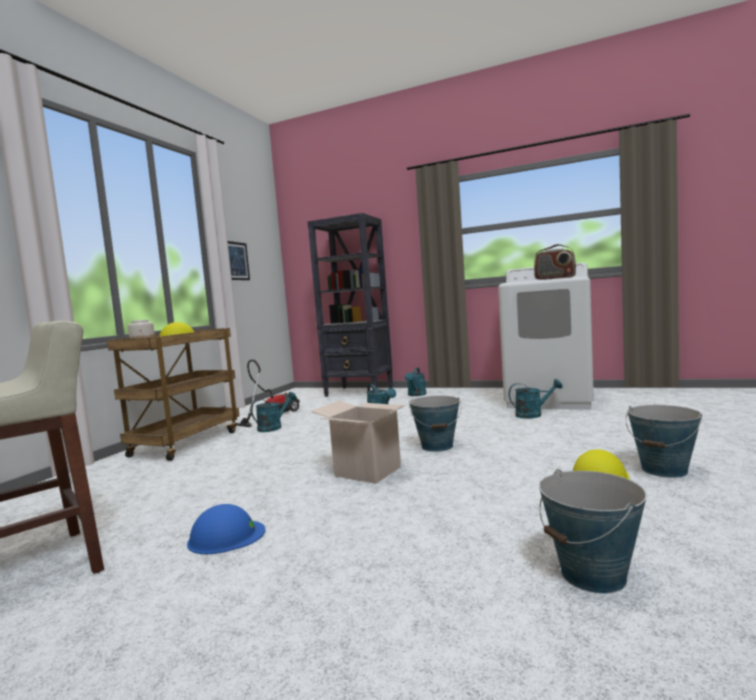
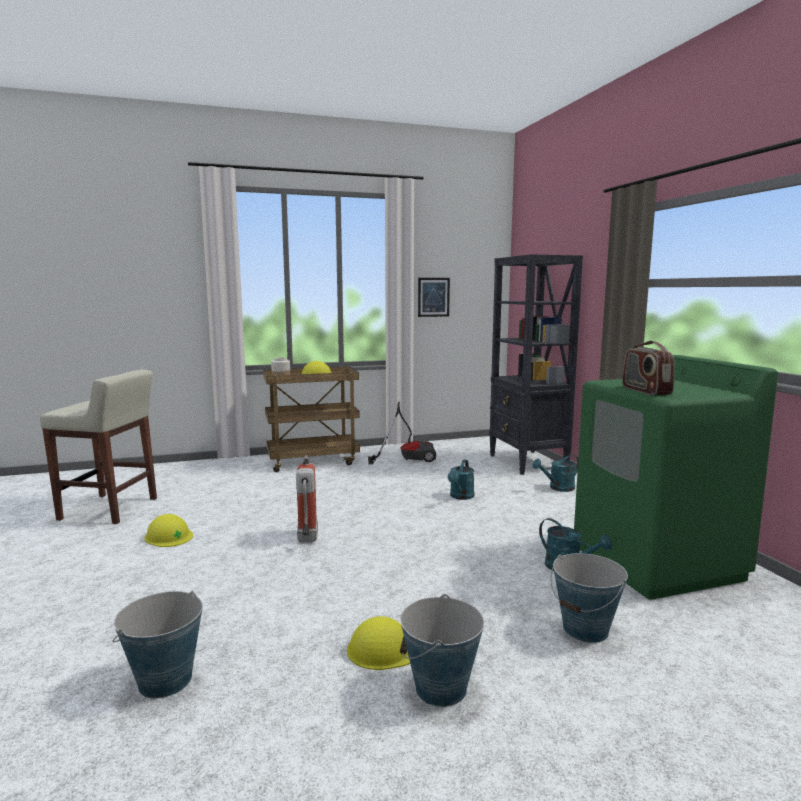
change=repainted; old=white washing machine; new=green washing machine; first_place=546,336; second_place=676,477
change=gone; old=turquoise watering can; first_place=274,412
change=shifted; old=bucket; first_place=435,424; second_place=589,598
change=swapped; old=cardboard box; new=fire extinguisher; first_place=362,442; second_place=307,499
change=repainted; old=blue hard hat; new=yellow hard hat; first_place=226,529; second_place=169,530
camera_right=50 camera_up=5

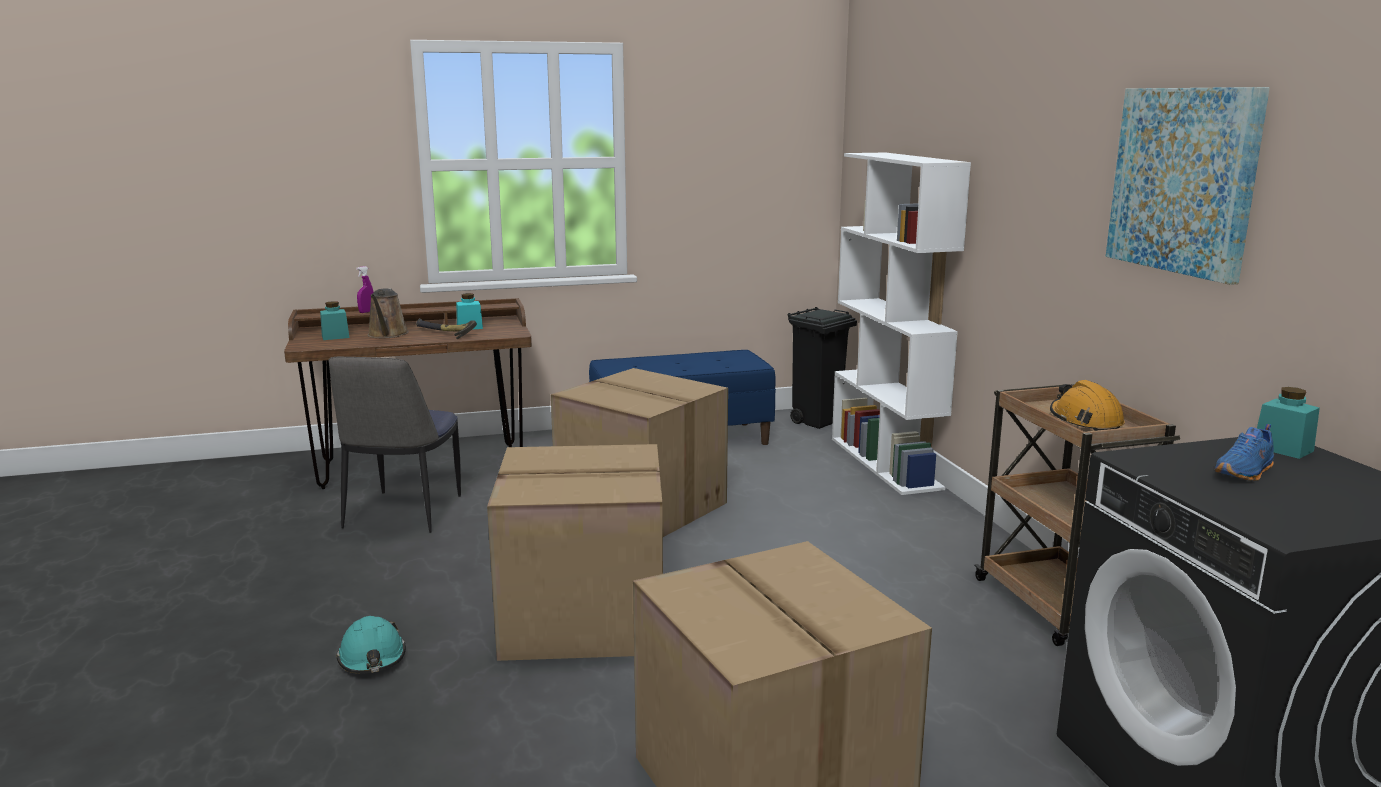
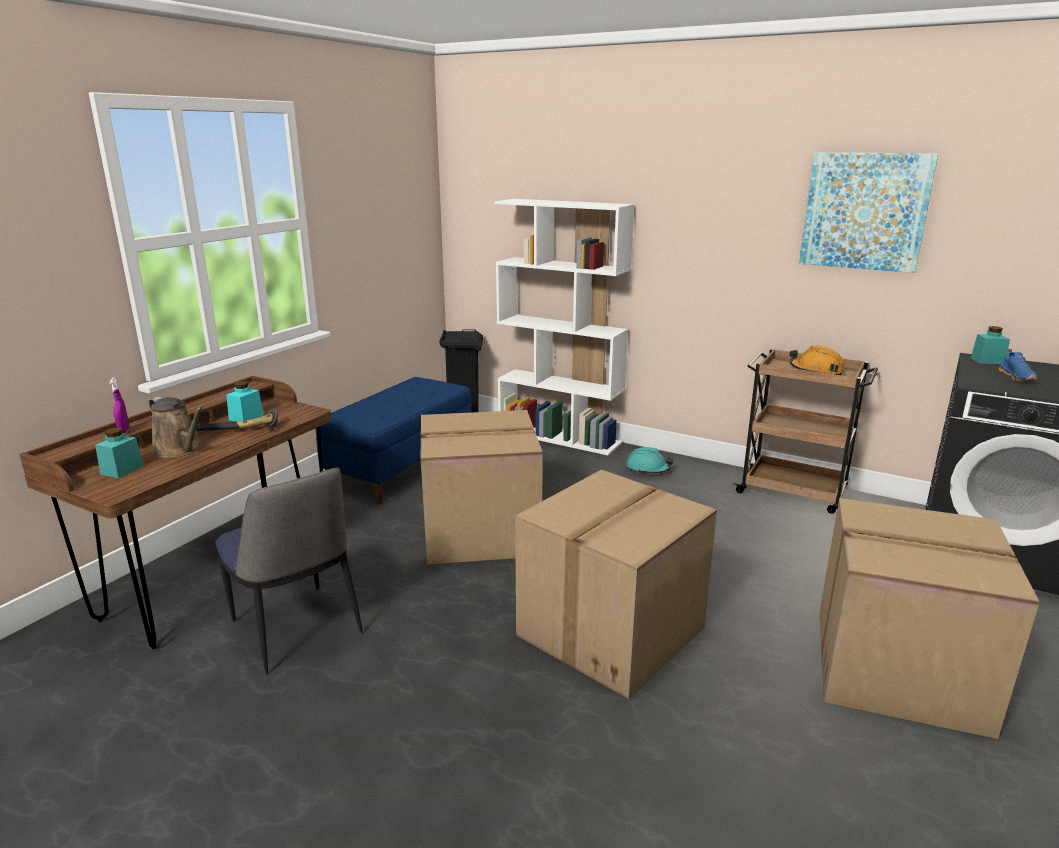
change=shifted; old=turquoise hard hat; first_place=371,645; second_place=650,460
camera_right=-45 camera_up=5

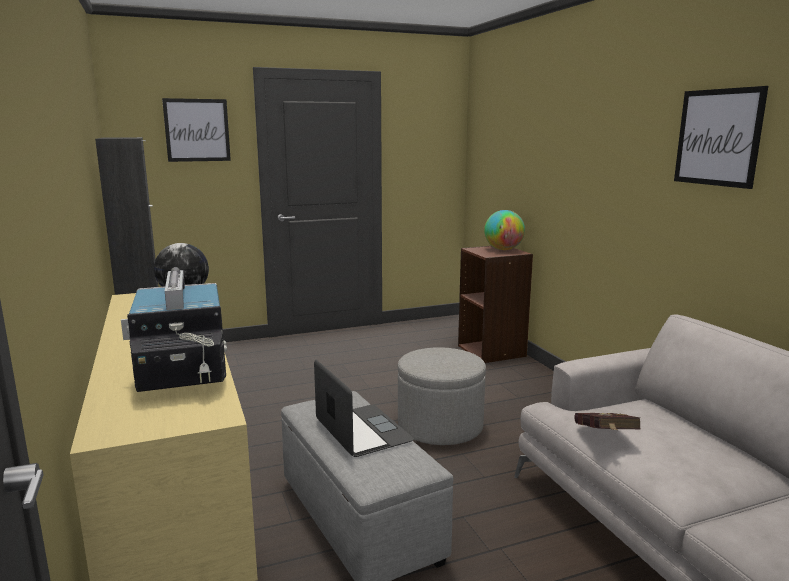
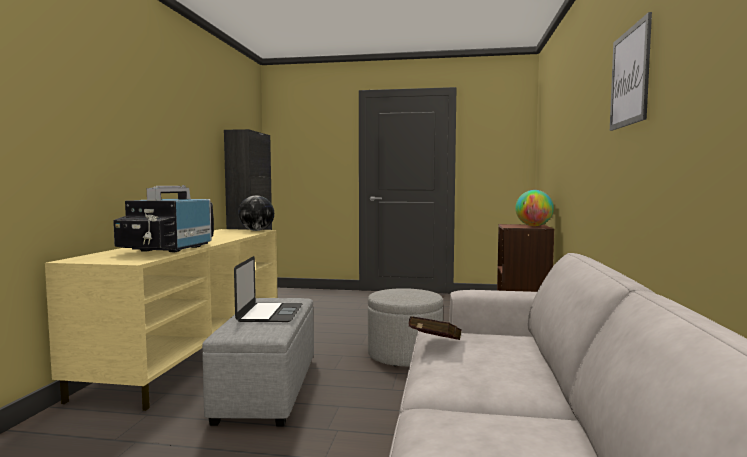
change=gone; old=picture; first_place=196,130
camera_right=30 camera_up=-10

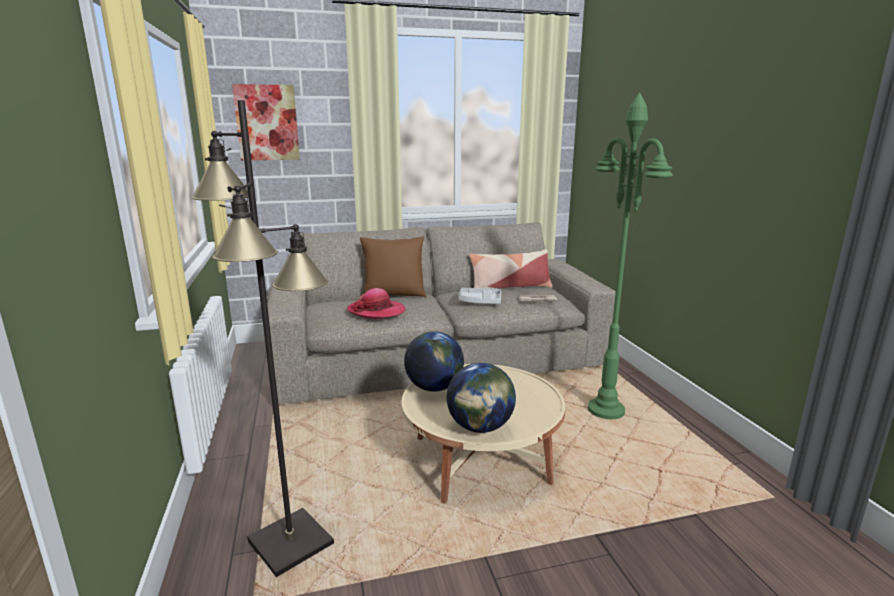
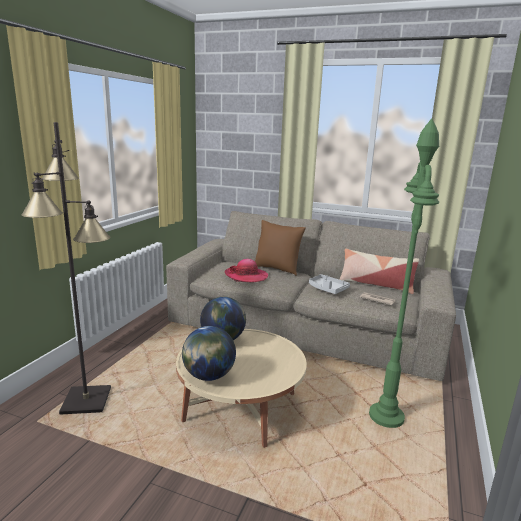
change=gone; old=picture; first_place=266,122
camera_right=35 camera_up=0

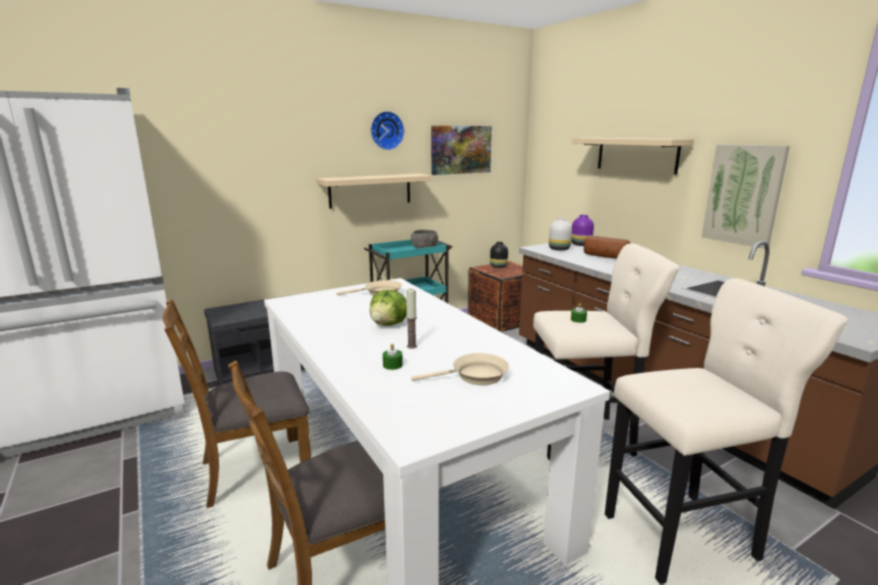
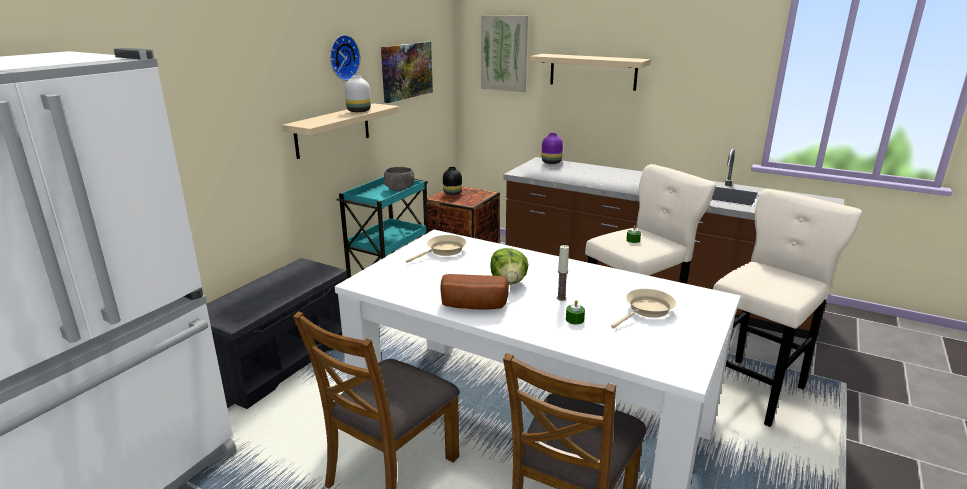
change=shifted; old=picture; first_place=746,196; second_place=504,53
change=shifted; old=white vase; first_place=560,234; second_place=358,93
change=shifted; old=bread; first_place=607,247; second_place=474,292
camera_right=-30 camera_up=5

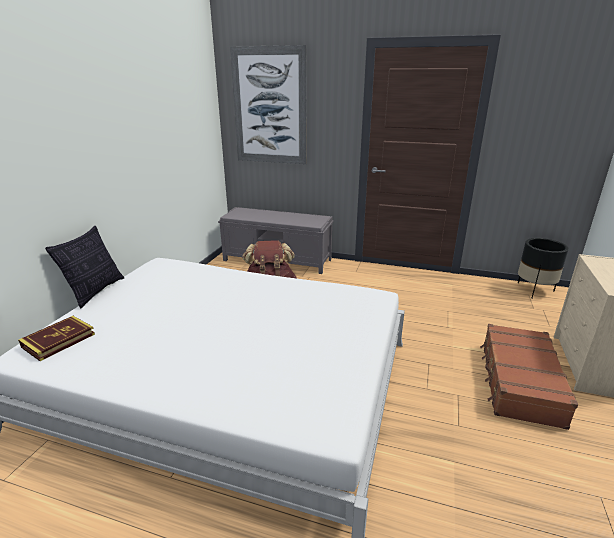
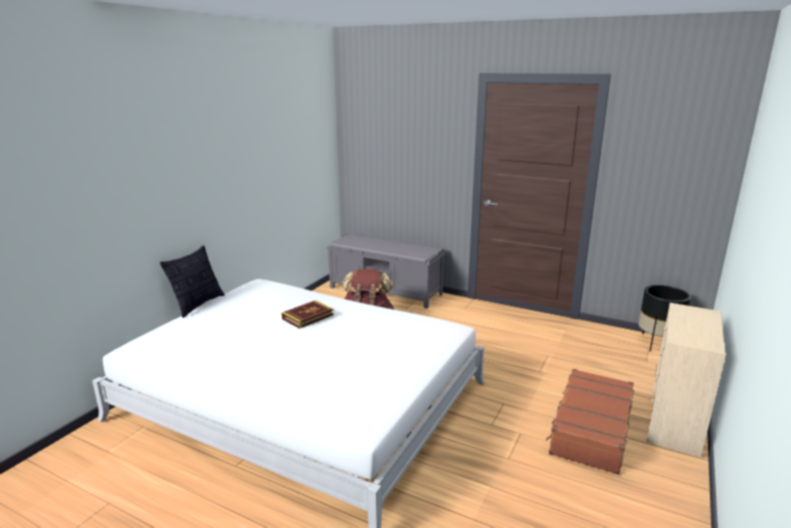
change=gone; old=picture; first_place=268,104
change=shifted; old=book; first_place=56,338; second_place=307,314
camera_right=10 camera_up=-5

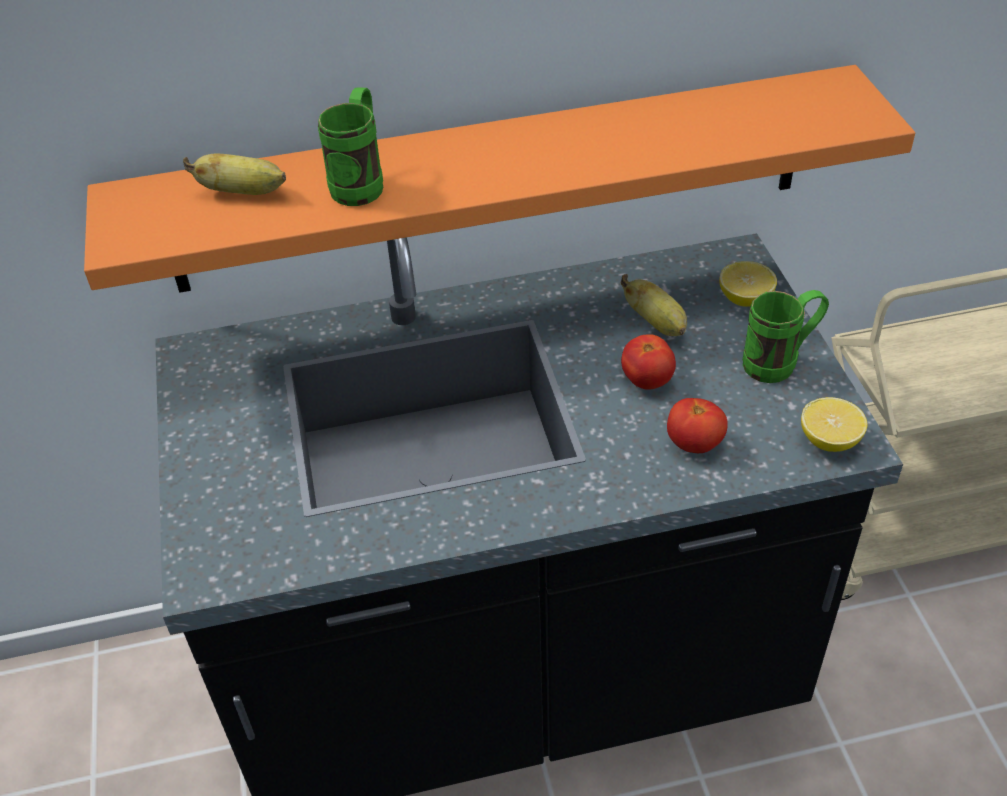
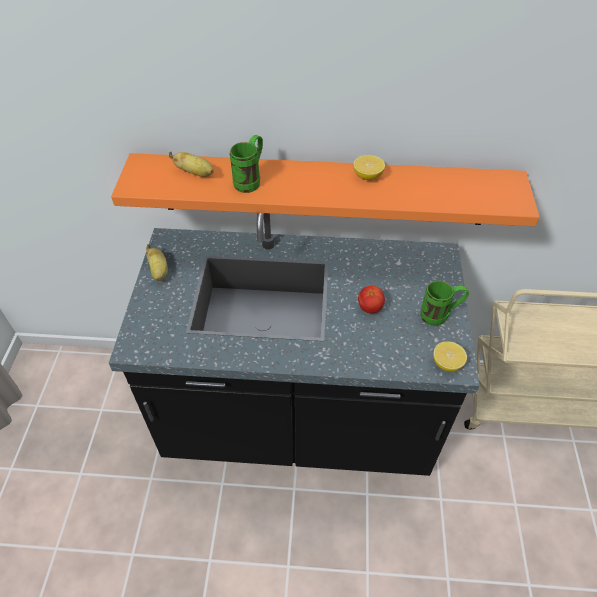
change=shifted; old=lemon; first_place=748,284; second_place=369,167
change=shifted; old=banana; first_place=654,305; second_place=157,263
change=gone; old=tomato; first_place=697,425
camera_right=15 camera_up=5

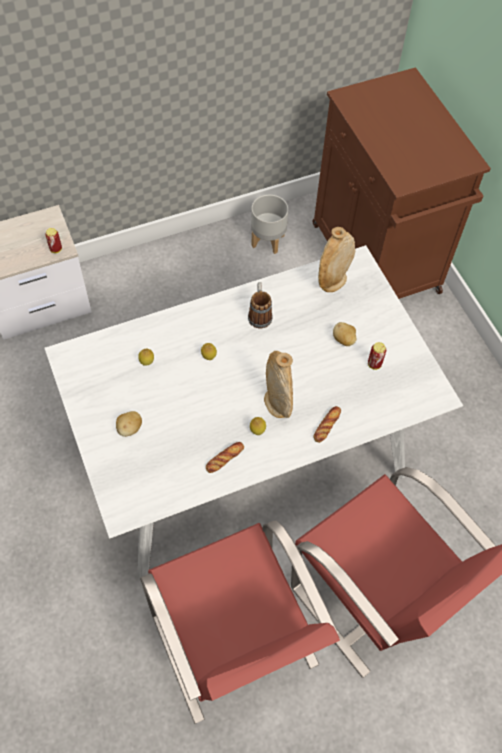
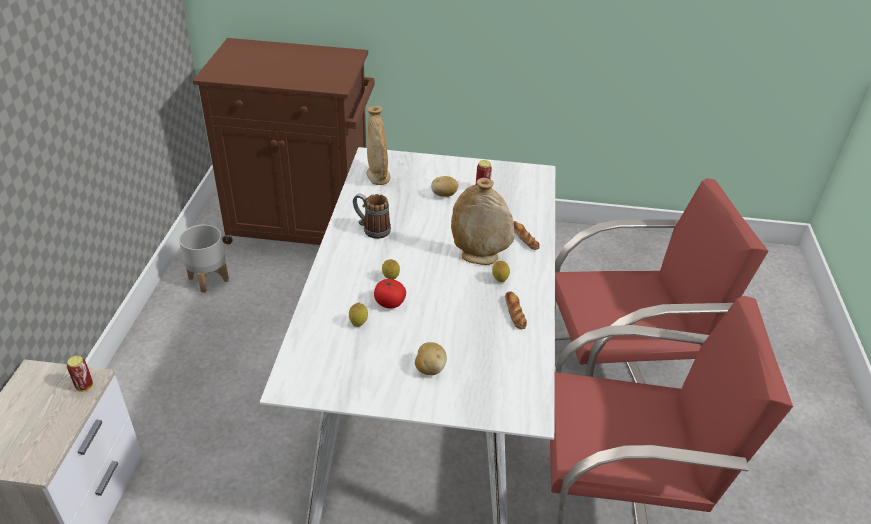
change=new; new=tomato; second_place=390,294
camera_right=-60 camera_up=-20

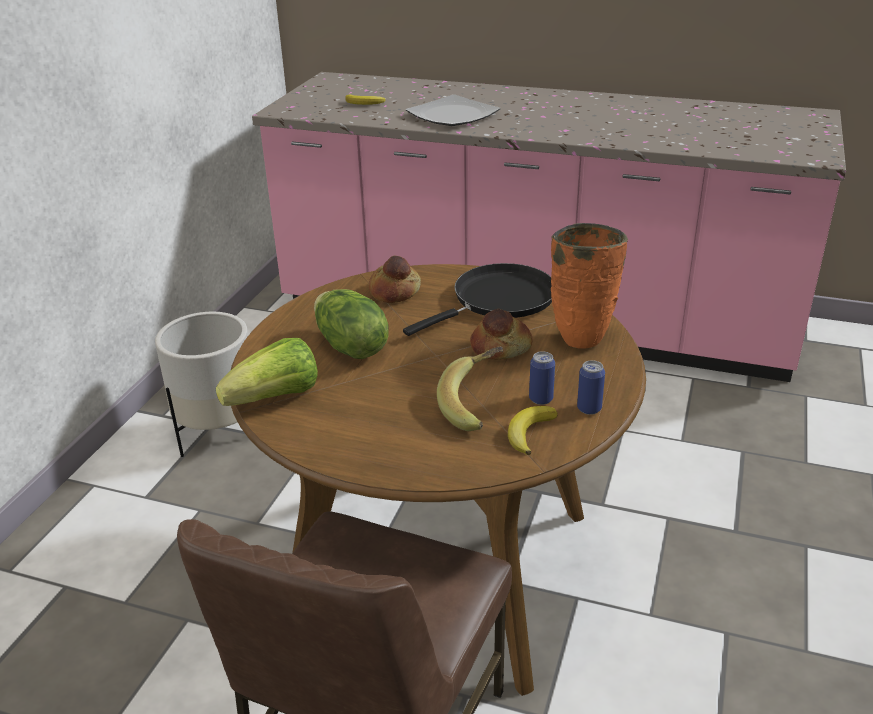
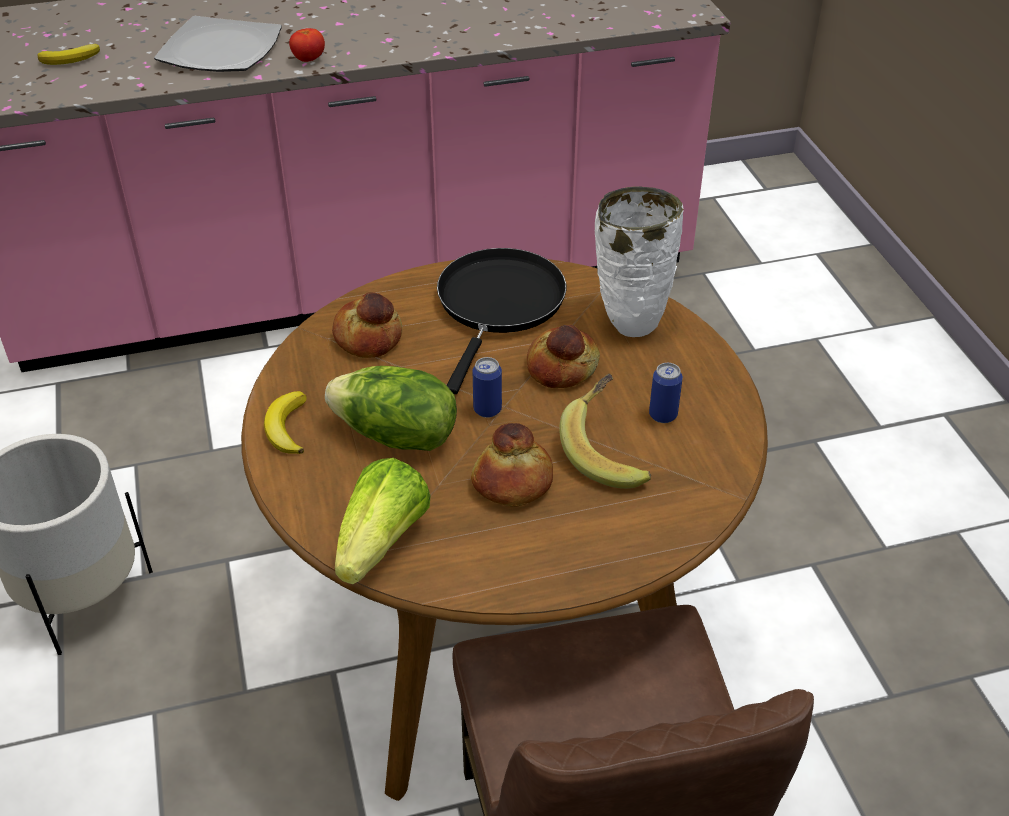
change=repainted; old=orange vase; new=white vase; first_place=589,286; second_place=639,261
change=shifted; old=can; first_place=591,387; second_place=487,387
change=shifted; old=banana; first_place=533,430; second_place=285,422
change=new; new=tomato; second_place=307,45
change=new; new=bread; second_place=512,465
camera_right=-35 camera_up=10

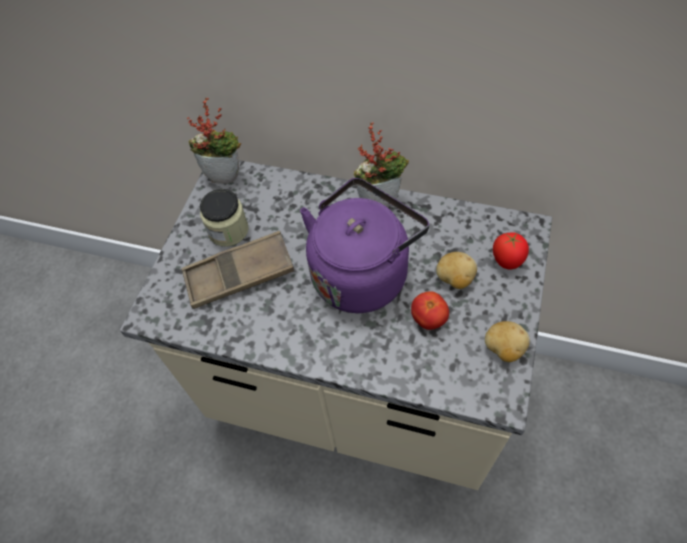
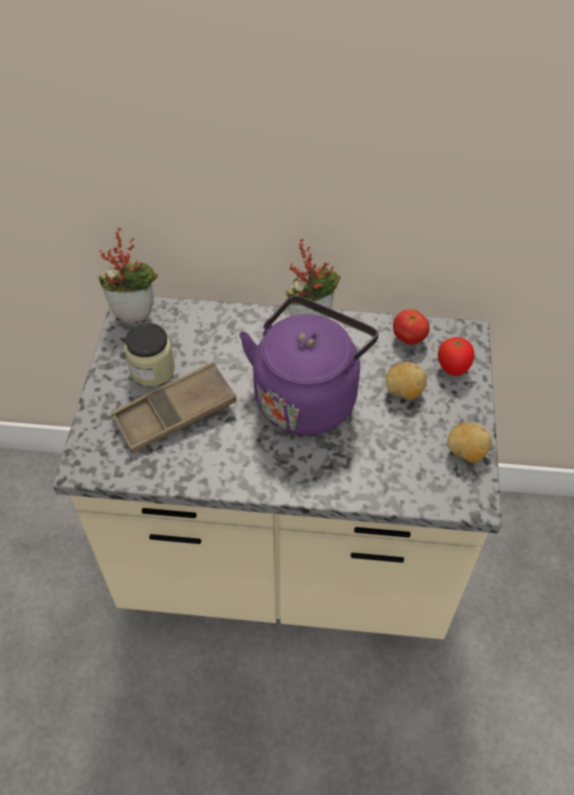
change=shifted; old=tomato; first_place=430,310; second_place=411,327
camera_right=-15 camera_up=-5

